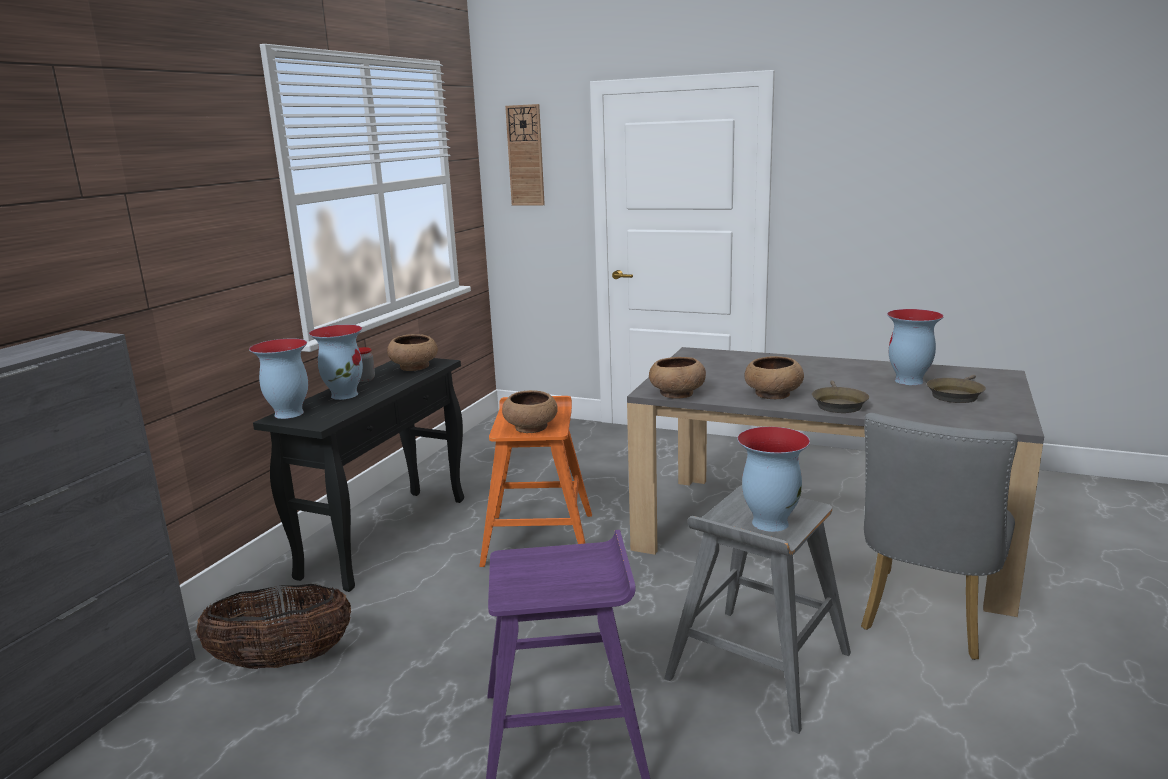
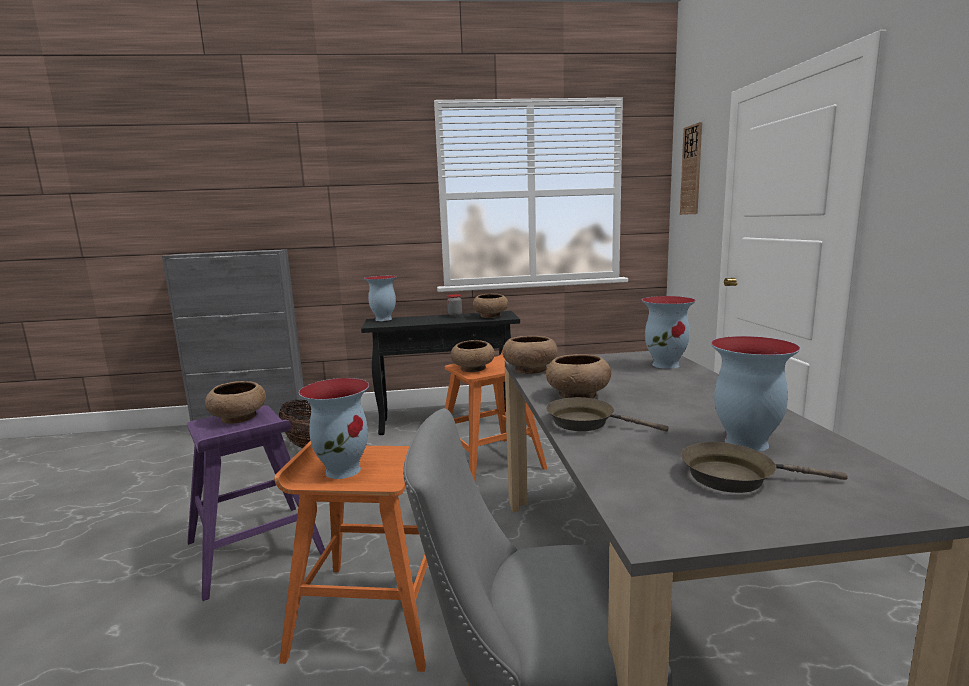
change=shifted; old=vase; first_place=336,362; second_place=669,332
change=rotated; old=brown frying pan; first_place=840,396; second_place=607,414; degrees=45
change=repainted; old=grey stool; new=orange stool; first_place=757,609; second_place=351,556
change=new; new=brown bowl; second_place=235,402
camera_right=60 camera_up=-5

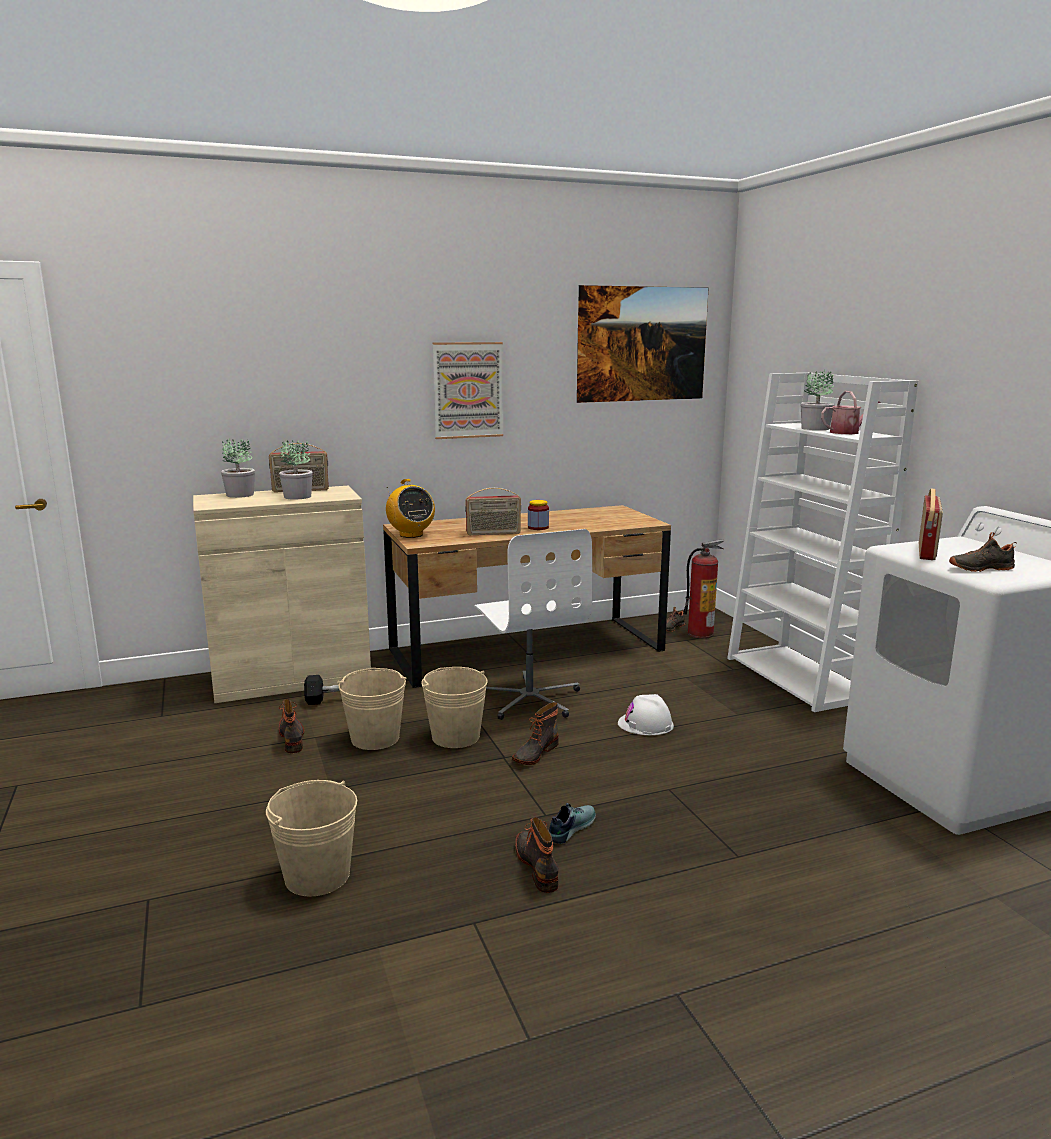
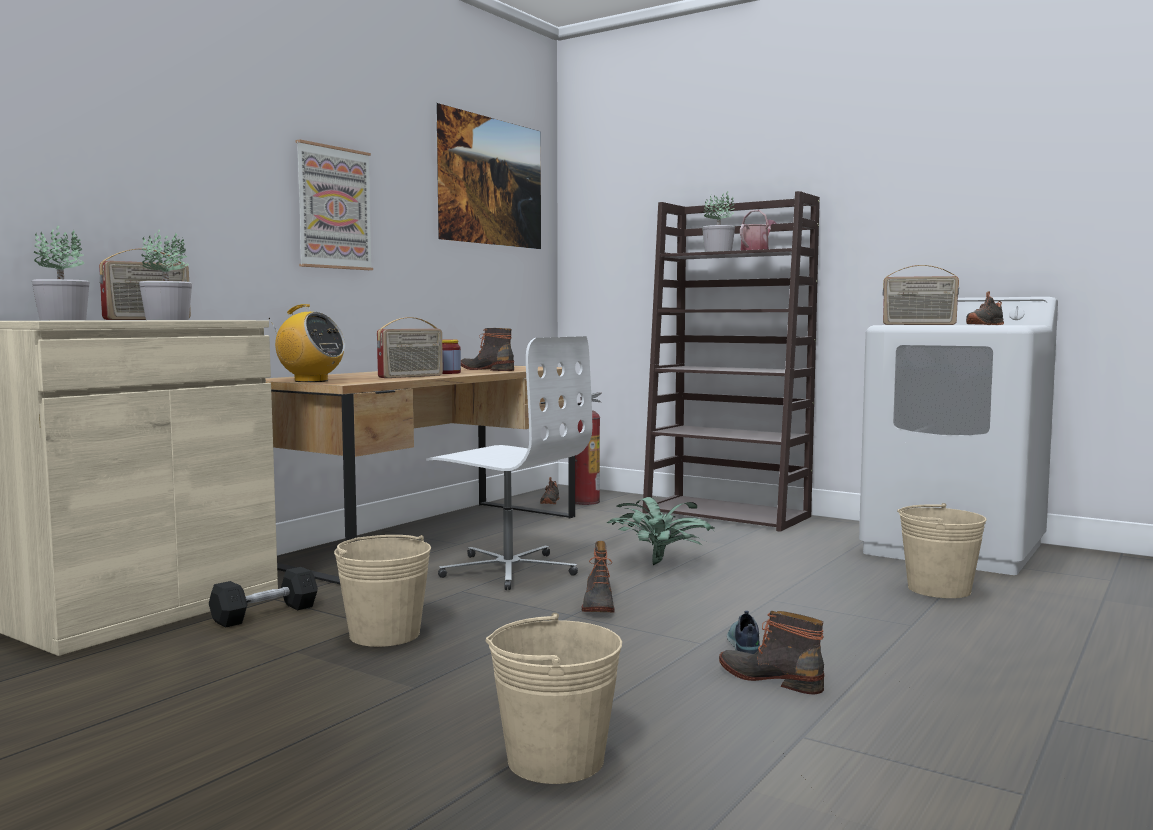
change=repainted; old=white bookcase; new=brown bookcase; first_place=822,542; second_place=731,361
change=rotated; old=radio; first_place=931,524; second_place=920,295; degrees=120
change=shifted; old=beige bucket; first_place=454,707; second_place=942,550
change=swapped; old=white hard hat; new=potted plant; first_place=646,714; second_place=661,531
change=shifted; old=boot; first_place=291,726; second_place=487,349
camera_right=-35 camera_up=-10

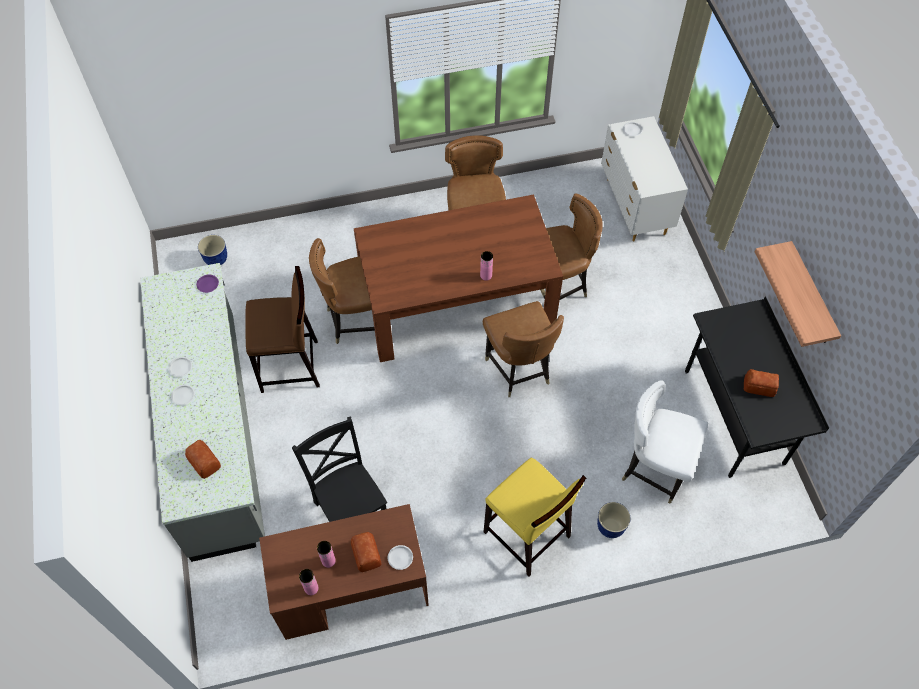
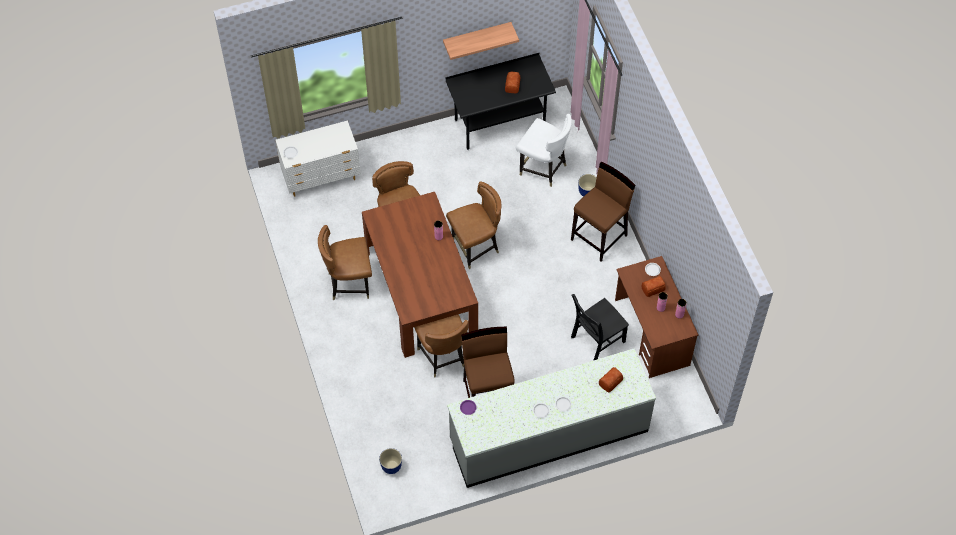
change=rotated; old=white chair; first_place=665,442; second_place=544,150; degrees=-75
change=repainted; old=yellow stool; new=brown stool; first_place=535,517; second_place=603,211
camera_right=-95 camera_up=0

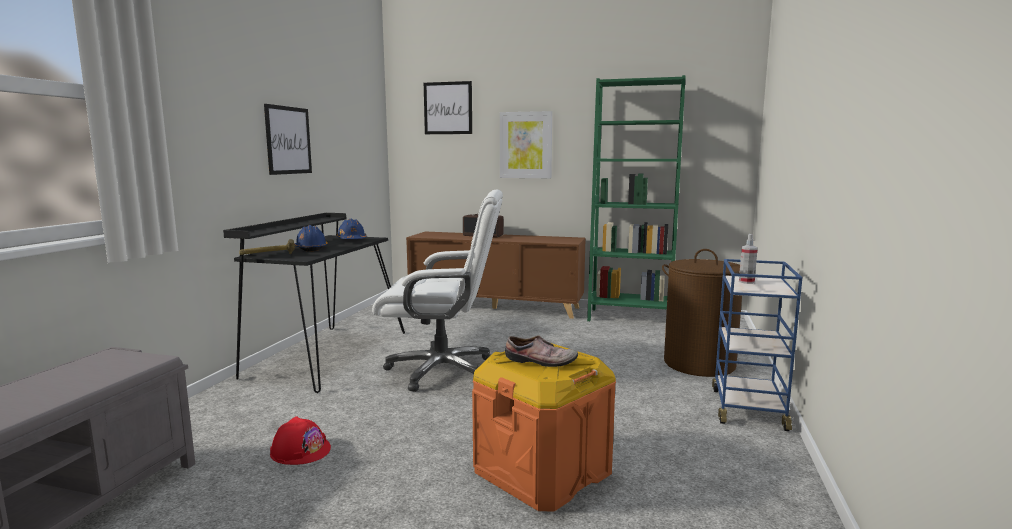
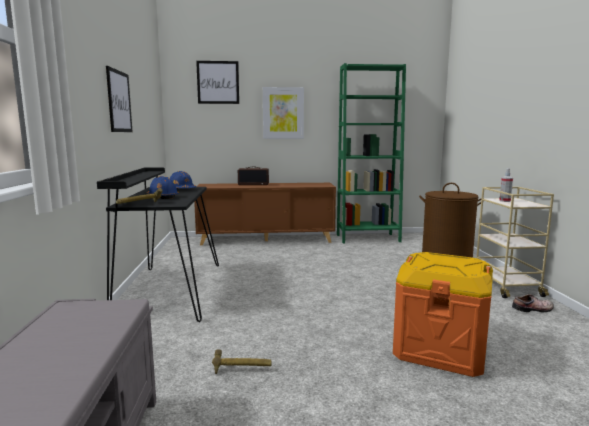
change=gone; old=white office chair; first_place=437,290
change=repainted; old=blue cart; new=beige cart; first_place=757,345; second_place=515,242
change=shifted; old=shoe; first_place=541,351; second_place=533,303
change=swapped; old=red hard hat; new=hammer; first_place=300,440; second_place=242,361
camera_right=-20 camera_up=0

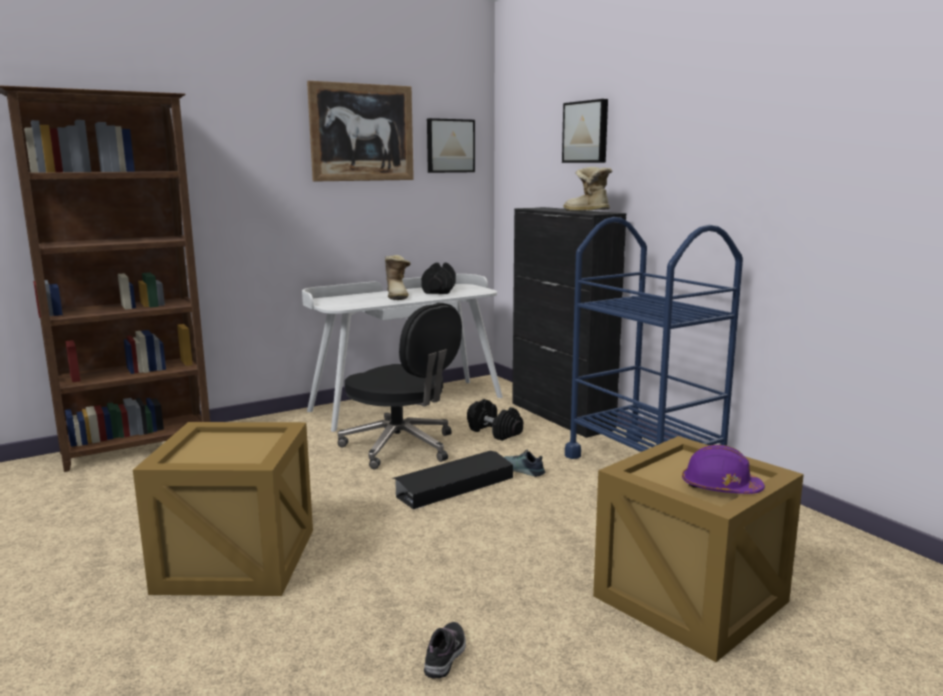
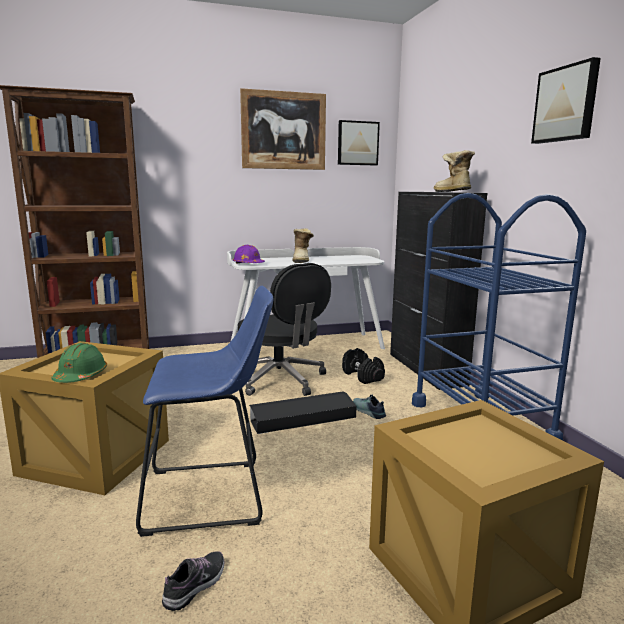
change=shifted; old=picture; first_place=585,131; second_place=566,100
change=gone; old=black dumbbell; first_place=438,278
change=shifted; old=purple hard hat; first_place=723,469; second_place=249,254
change=new; new=blue stool; second_place=204,411
change=new; new=green hard hat; second_place=79,363
camera_right=15 camera_up=0

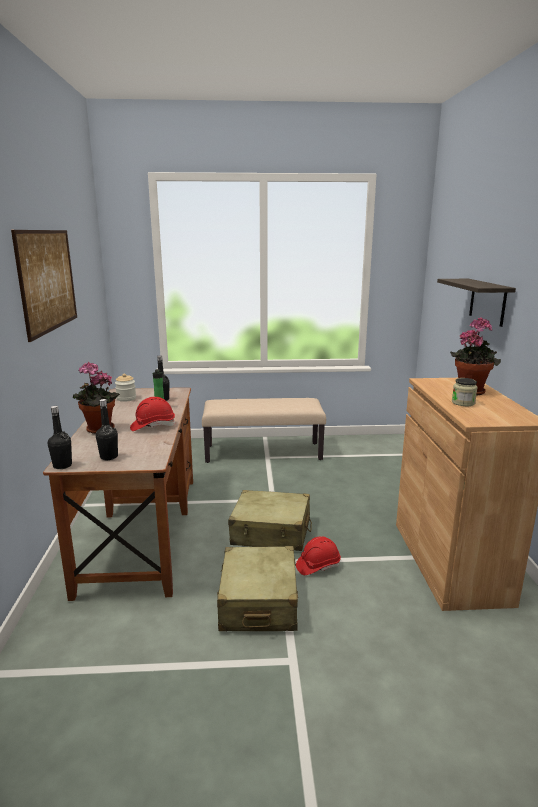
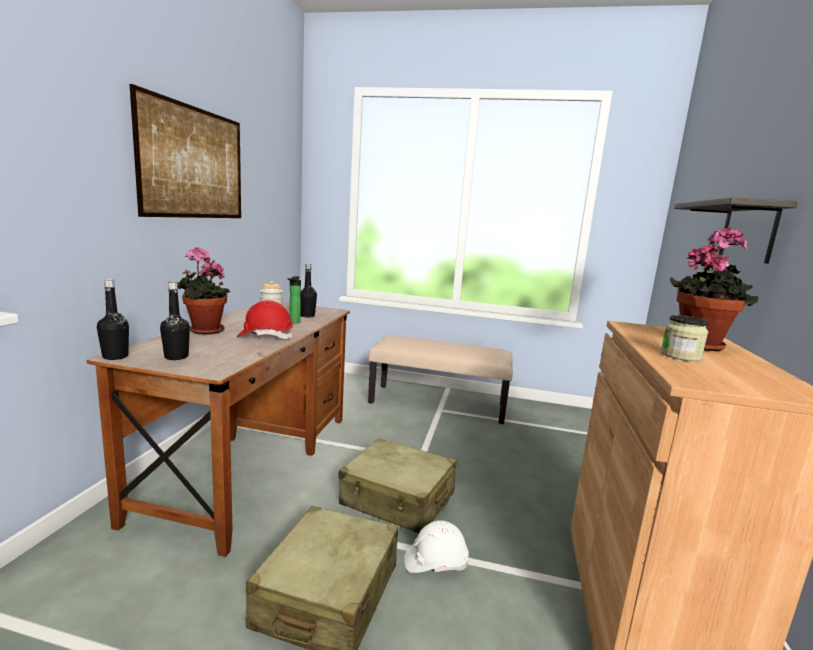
change=repainted; old=red hard hat; new=white hard hat; first_place=318,555; second_place=436,546
camera_right=15 camera_up=-5

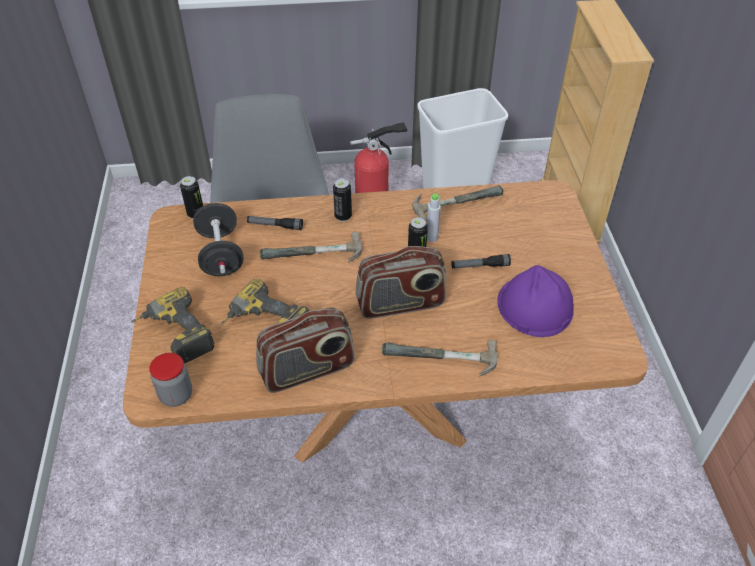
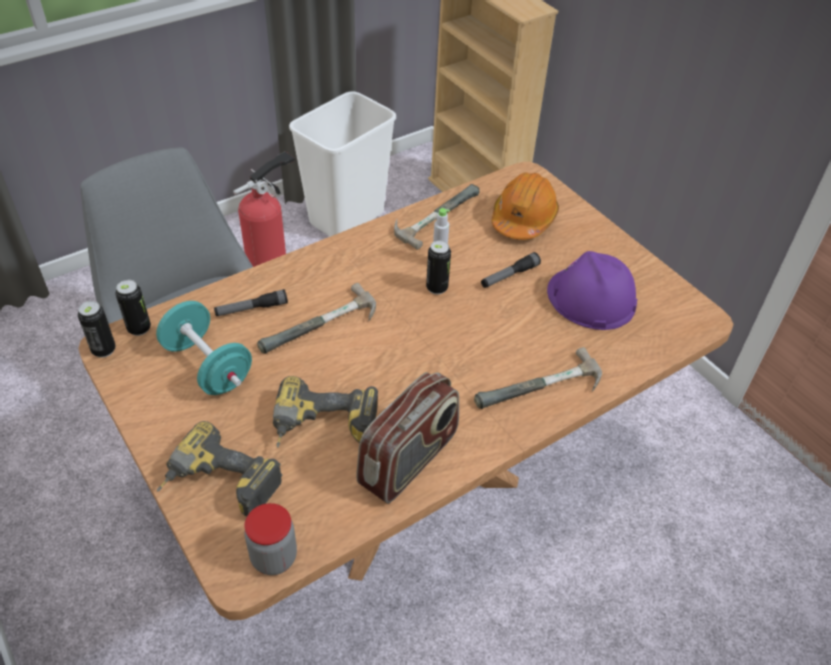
change=shifted; old=can; first_place=342,200; second_place=97,329
change=repainted; old=black dumbbell; new=turquoise dumbbell; first_place=218,239; second_place=204,348
change=gone; old=radio; first_place=401,282
change=new; new=orange hard hat; second_place=525,206
camera_right=-30 camera_up=0

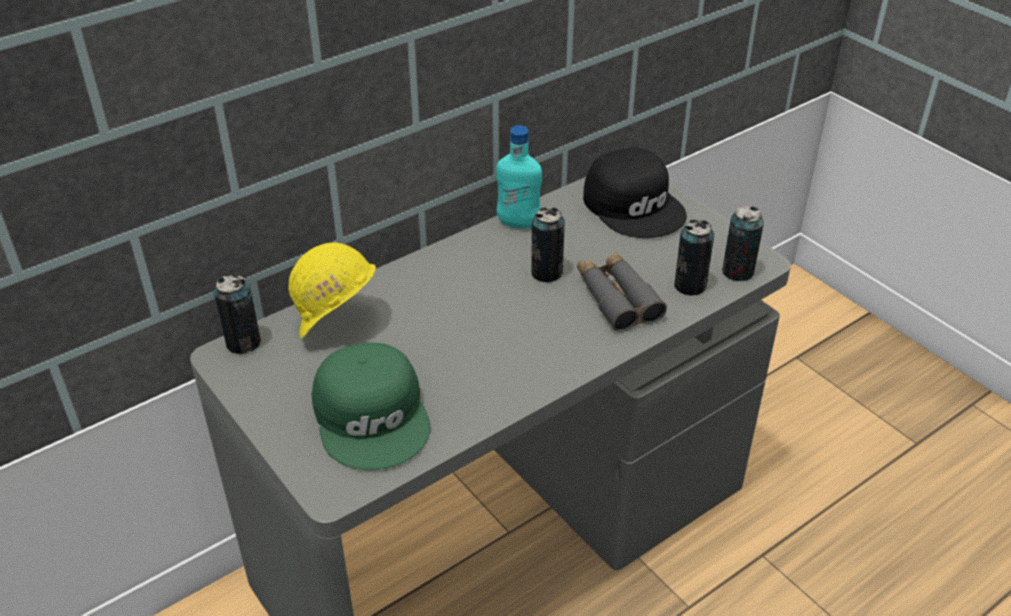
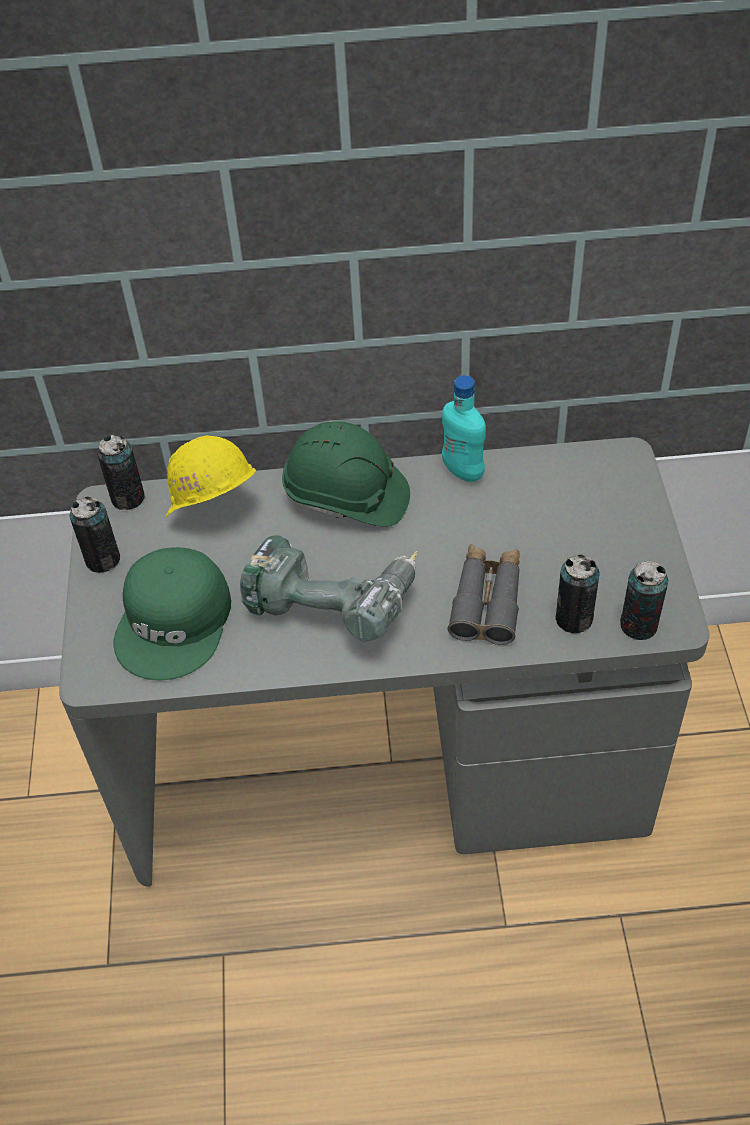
change=gone; old=black cap; first_place=635,192
change=shifted; old=can; first_place=548,245; second_place=95,534
change=new; new=green hard hat; second_place=346,474
change=new; new=power drill; second_place=329,588
camera_right=35 camera_up=10

